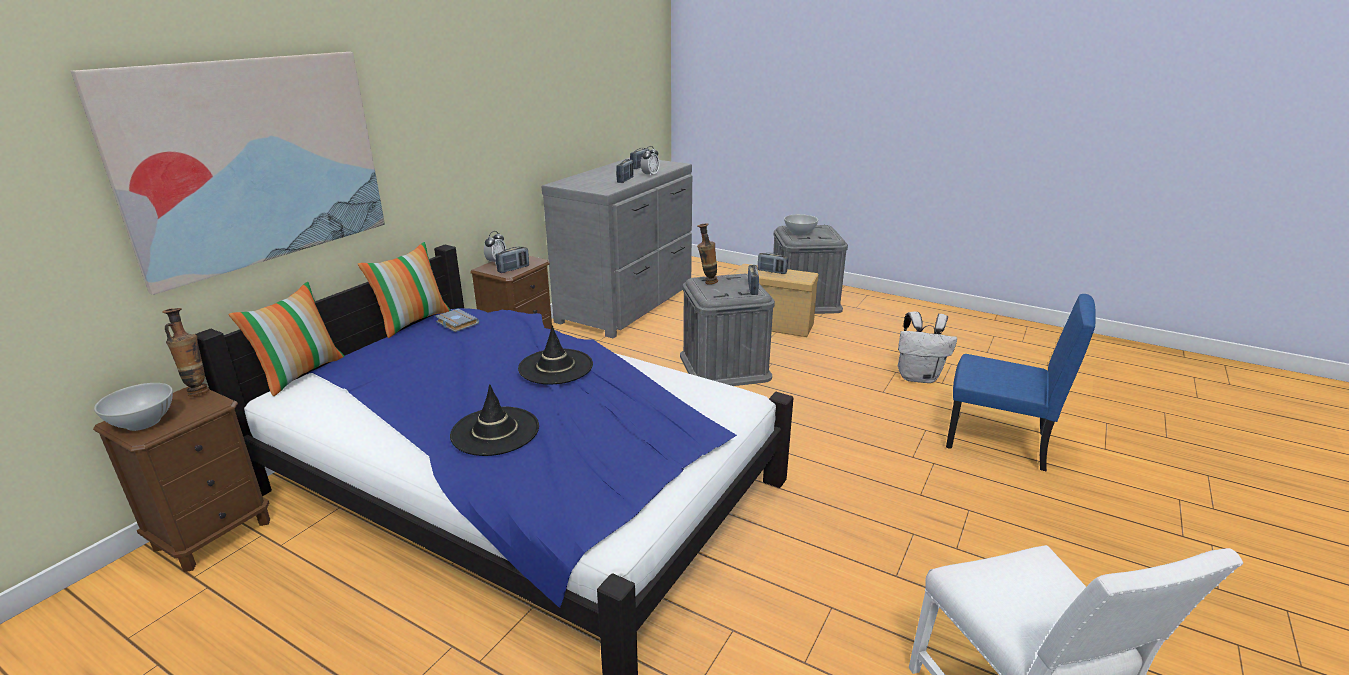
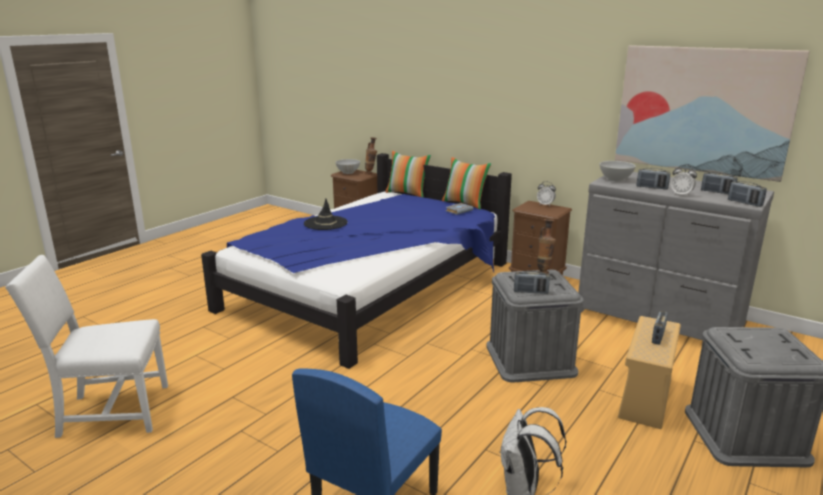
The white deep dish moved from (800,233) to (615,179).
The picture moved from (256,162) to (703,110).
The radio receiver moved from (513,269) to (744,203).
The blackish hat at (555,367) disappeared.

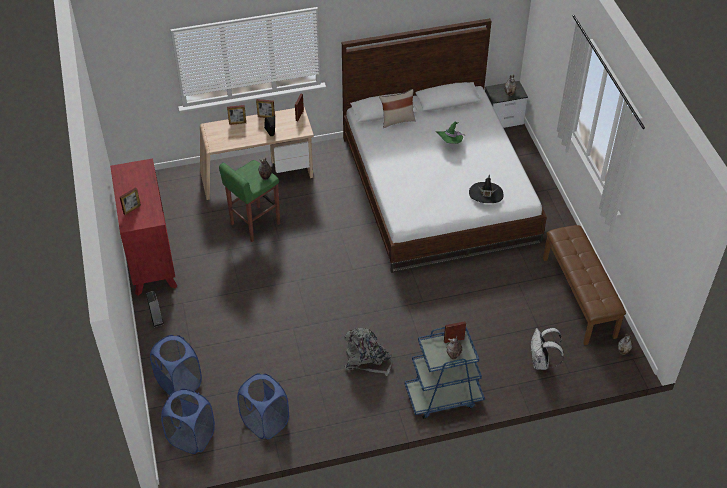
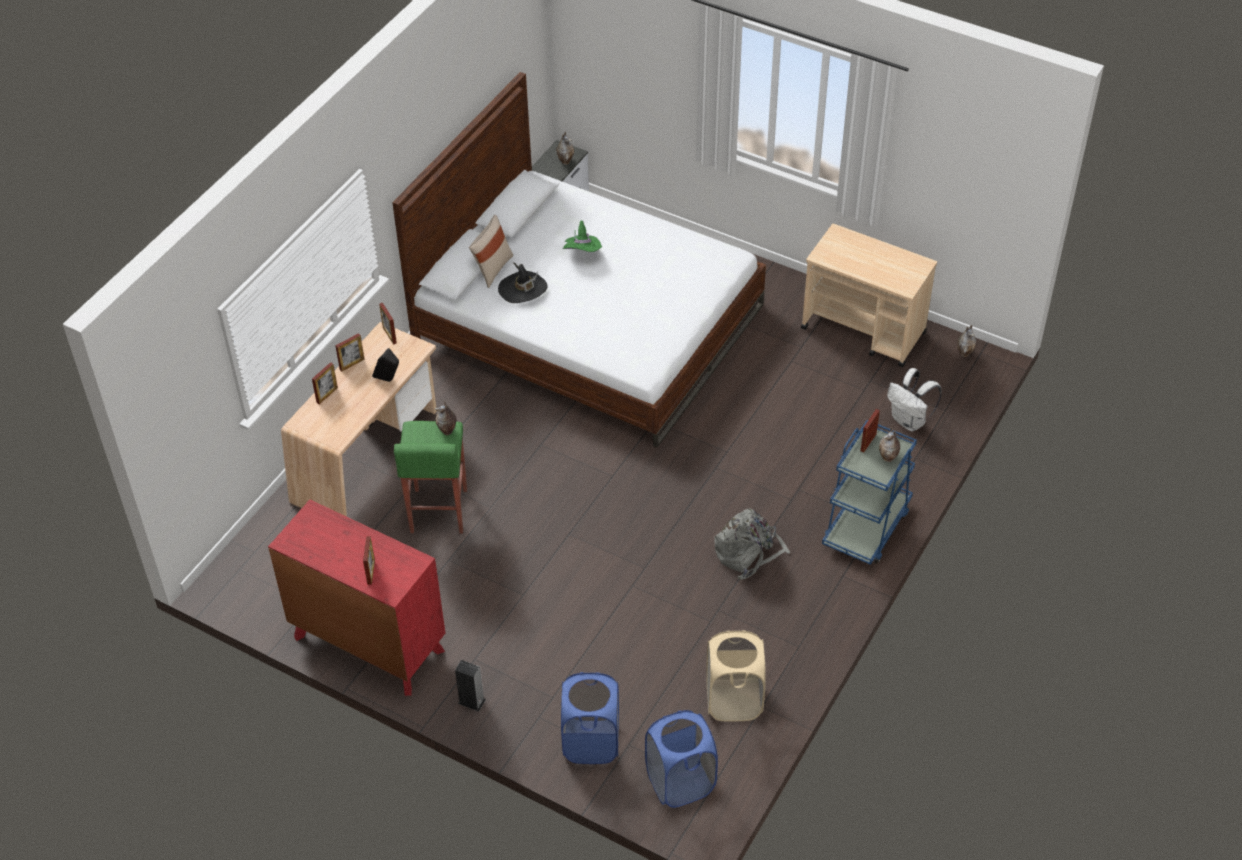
The blackish hat moved from (486,194) to (523,289).
The blue laundry basket at (265,422) became the sand-coloured laundry basket at (733,701).
The brown-coloured bench at (579,297) was replaced by the sand-coloured wheeled cart at (864,331).

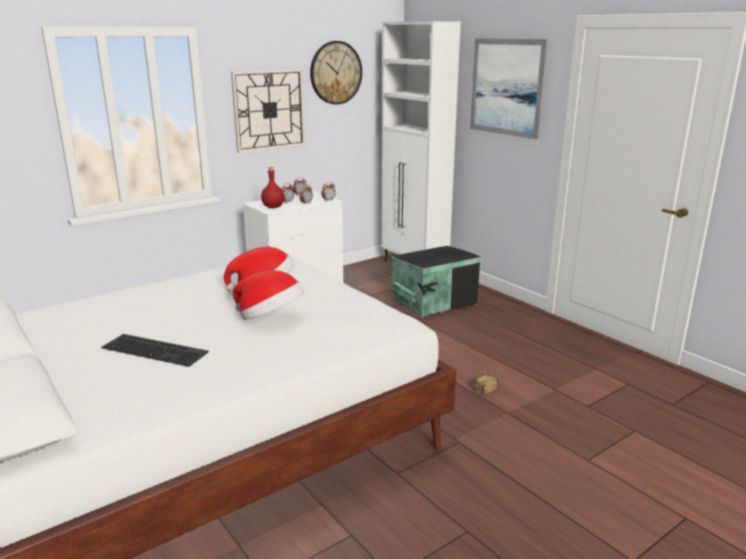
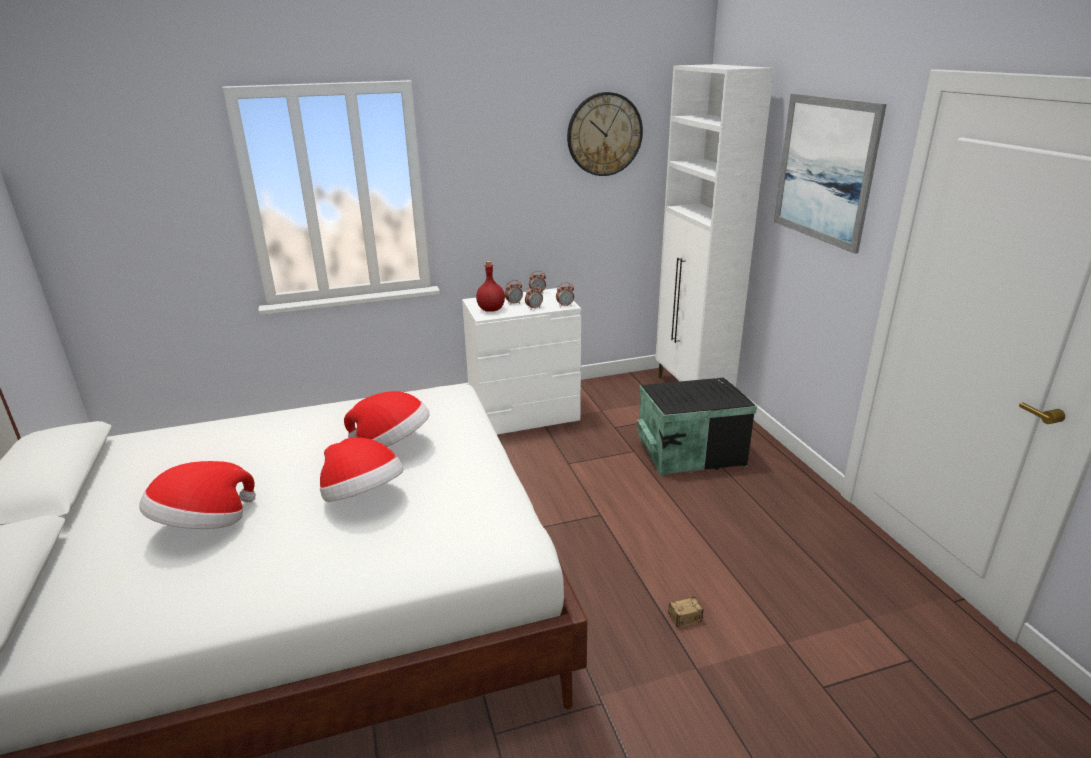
The keyboard at (157,349) was replaced by the hat at (204,525).
The clock on the wall at (269,110) disappeared.

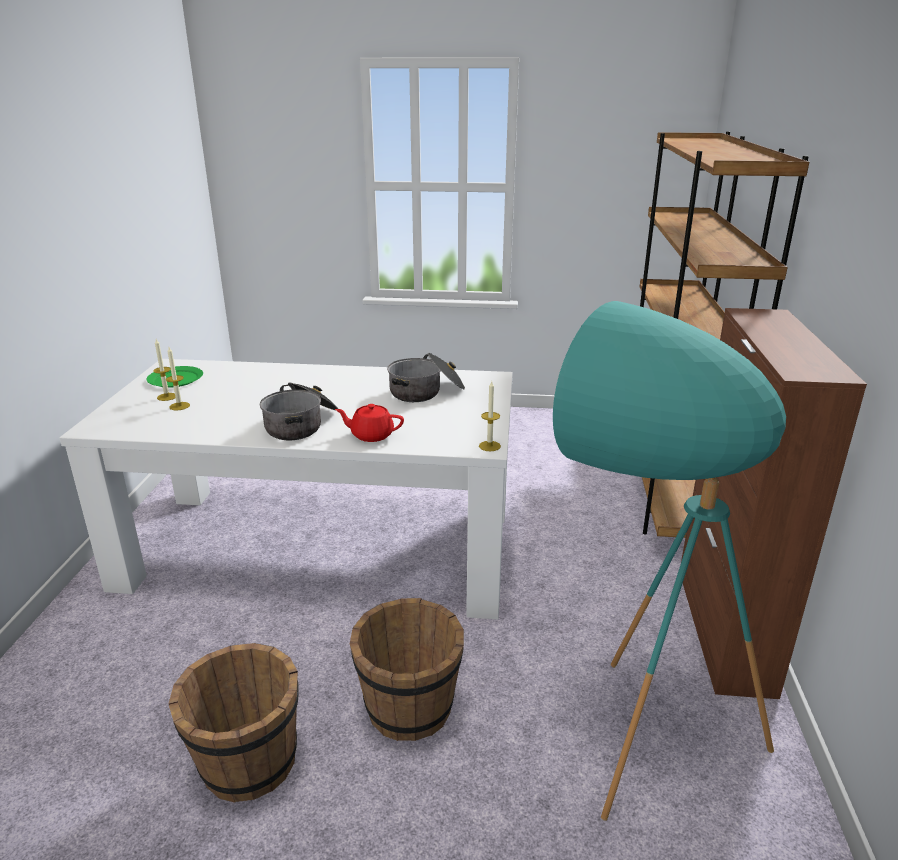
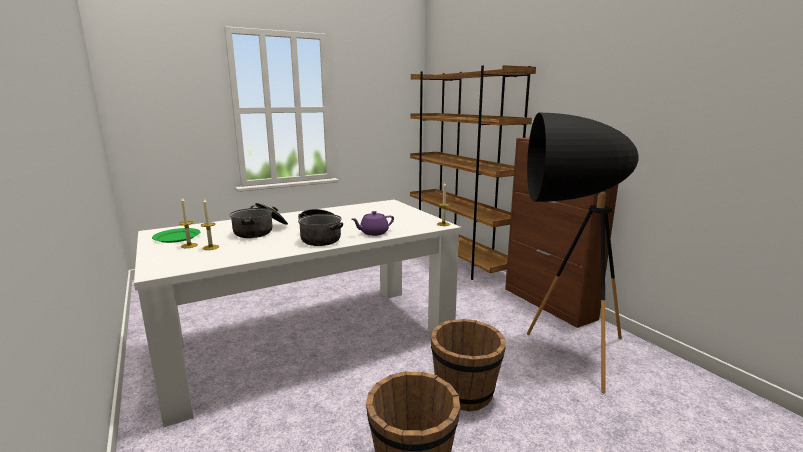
The stockpot moved from (426,392) to (260,231).
The red teapot at (371,435) became the purplish teapot at (373,233).
The blue-green floor lamp at (629,717) became the blackish floor lamp at (560,350).

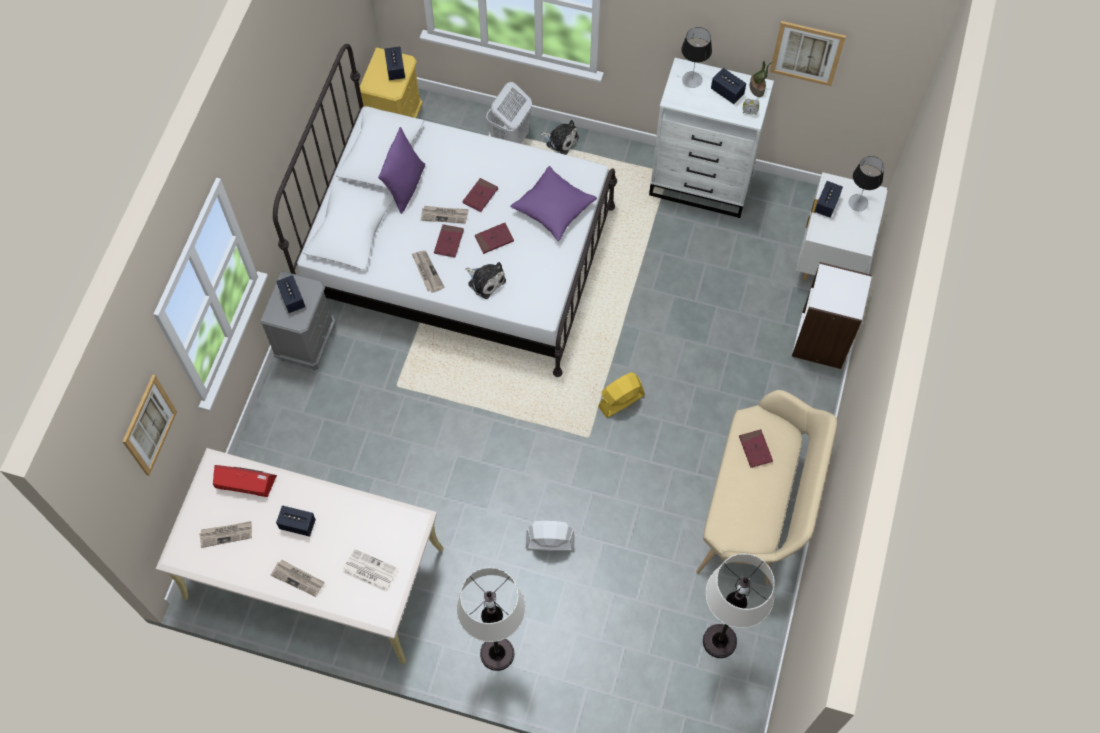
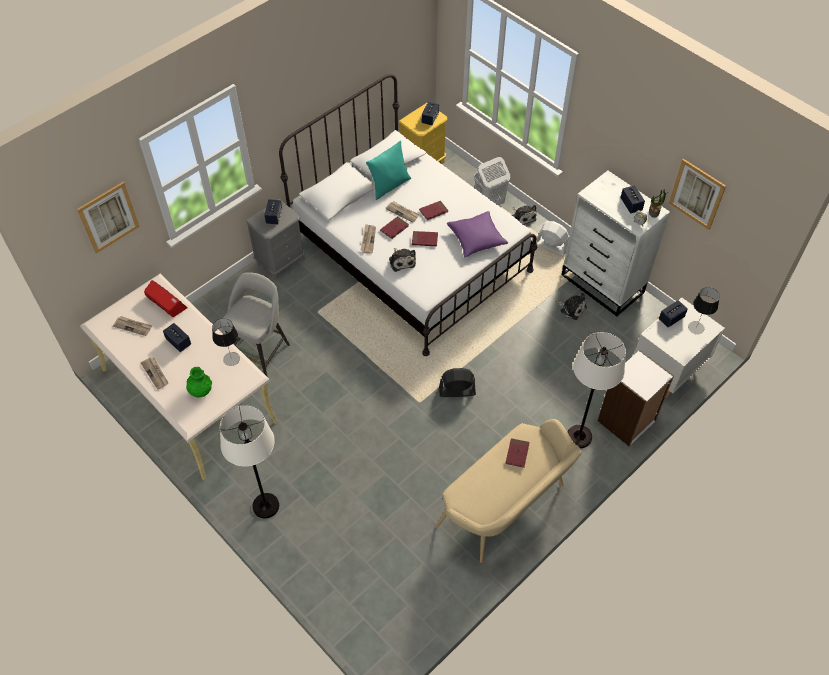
The printed paper at (369,570) was replaced by the greenish vase at (201,391).
The table lamp moved from (692,80) to (231,359).
The grey sitting stool at (260,351) appeared.
The purplish pillow at (404,186) became the blue-green pillow at (389,185).
The yellow electric fan at (621,401) became the blackish electric fan at (457,391).
The white electric fan moved from (549,542) to (551,246).
The soft toy at (572,308) appeared.
The white floor lamp moved from (719,641) to (579,436).

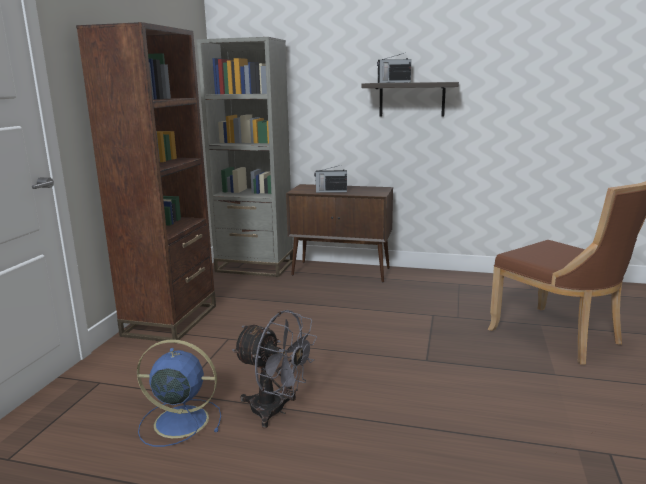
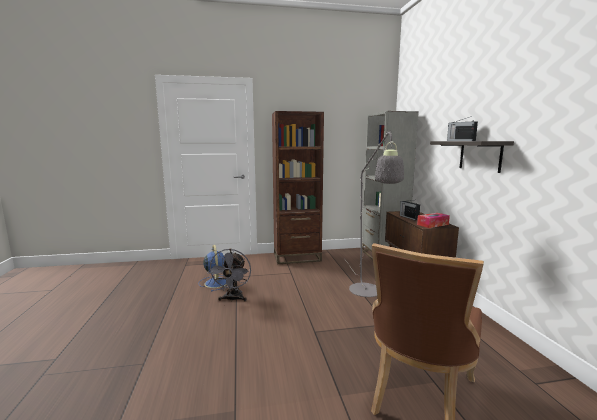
The grey floor lamp at (368,293) appeared.
The tissue holder at (432,224) appeared.

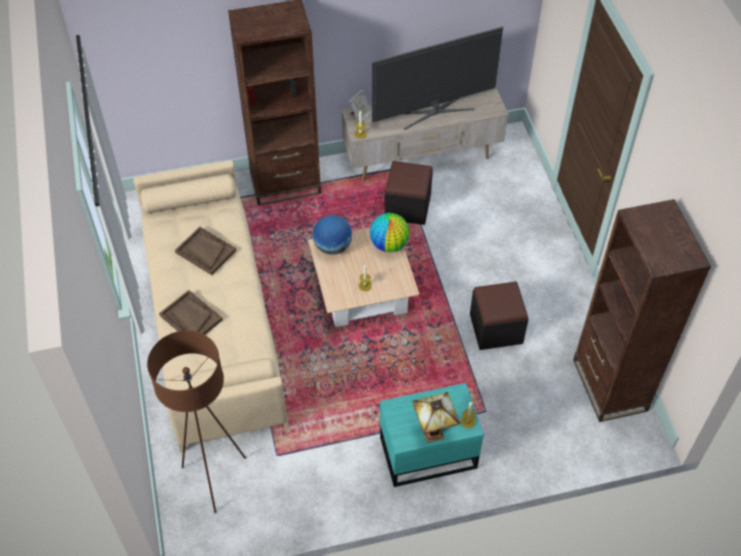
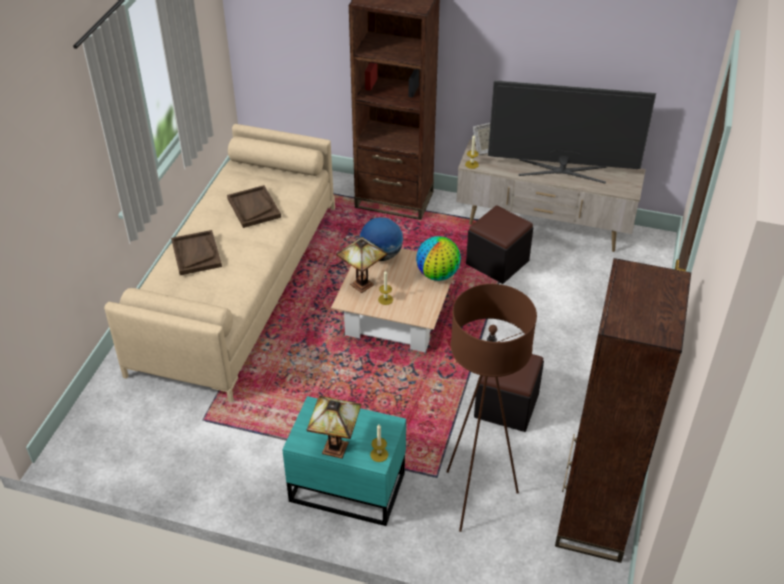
The table lamp at (362,283) appeared.
The brown-coloured floor lamp moved from (215,478) to (476,498).

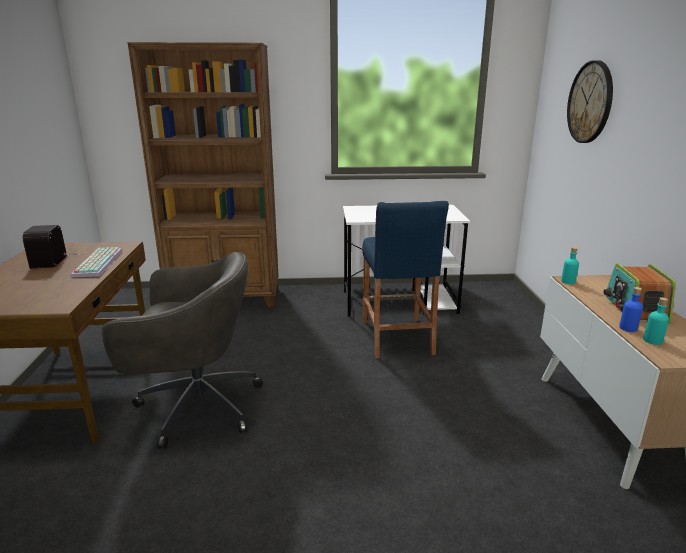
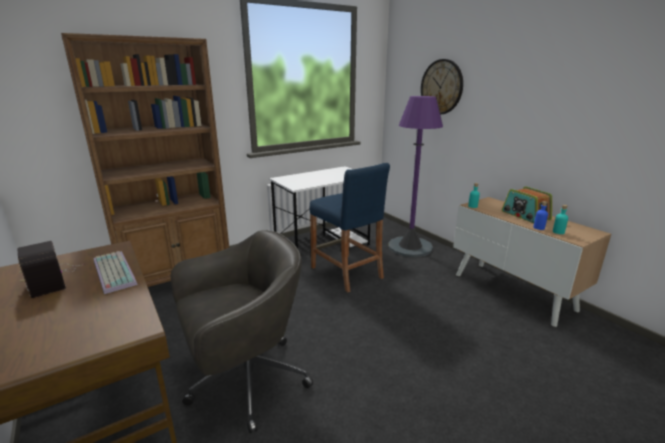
The purplish floor lamp at (410,247) appeared.

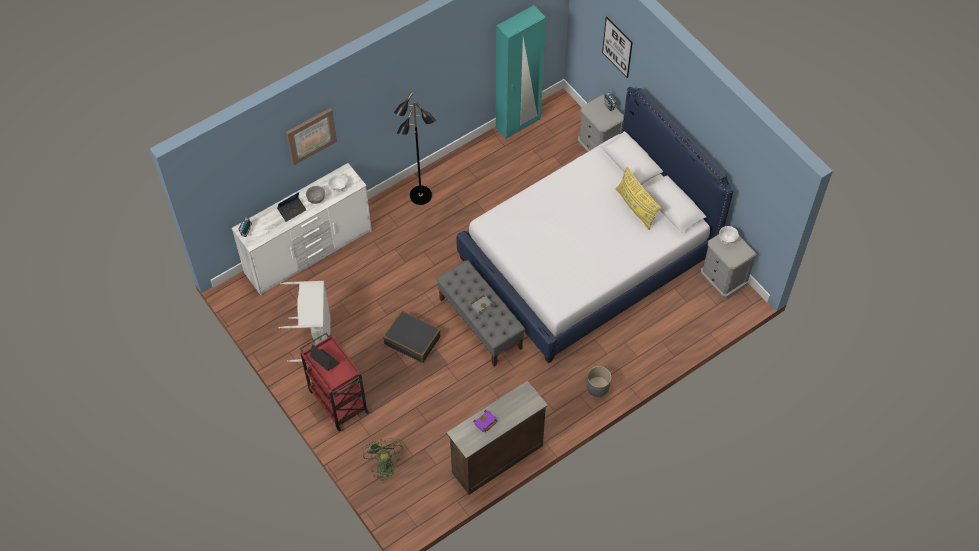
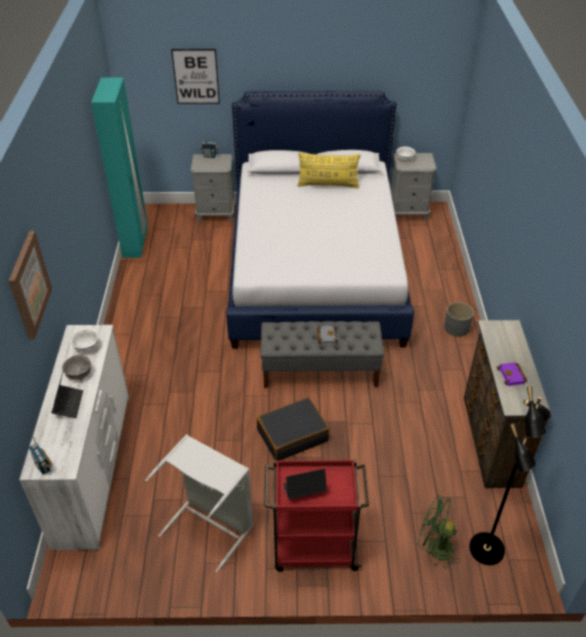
The blackish floor lamp moved from (420,196) to (487,550).

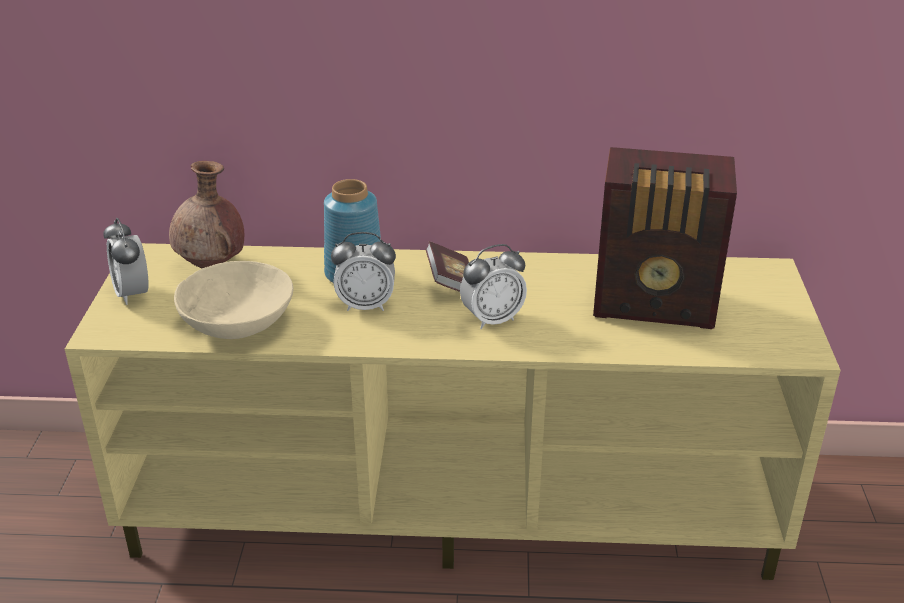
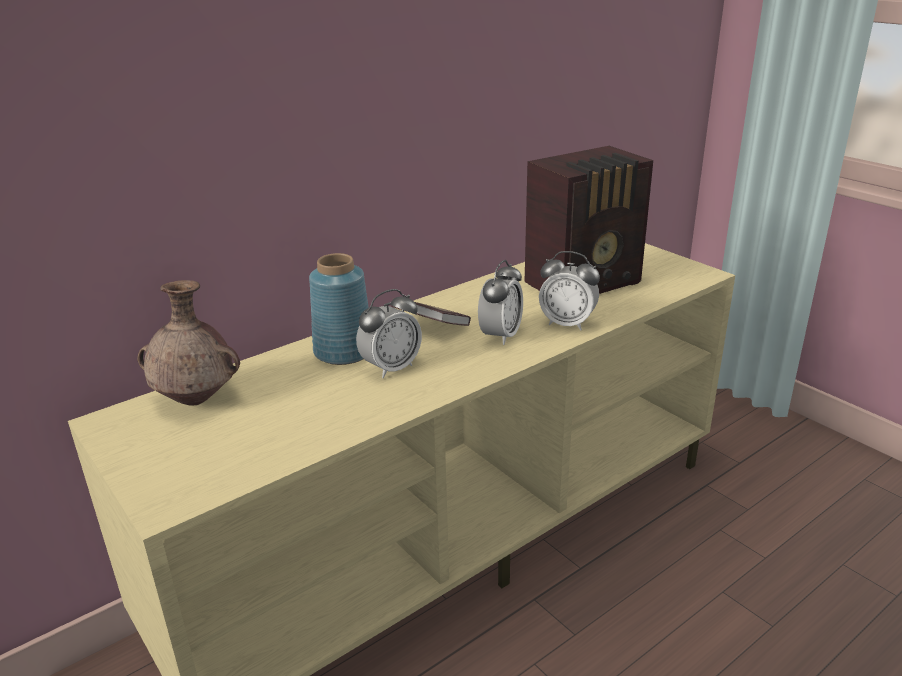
The table clock moved from (132,293) to (567,323).
The sand-coloured deep dish at (237,322) disappeared.

